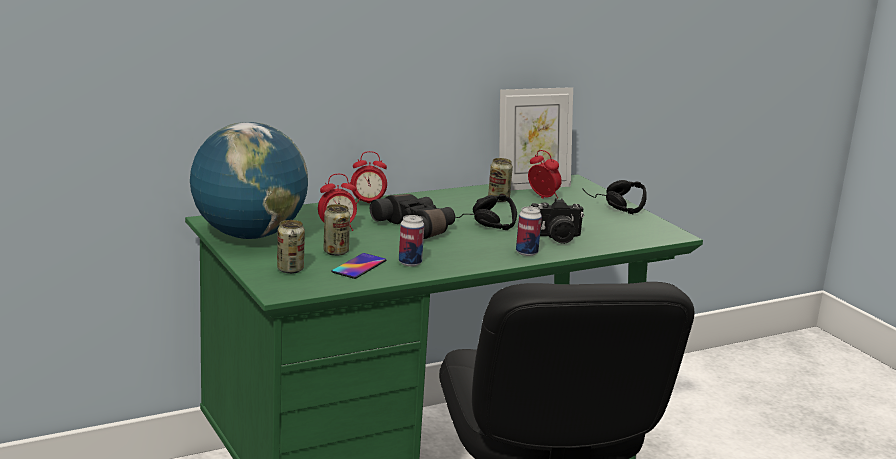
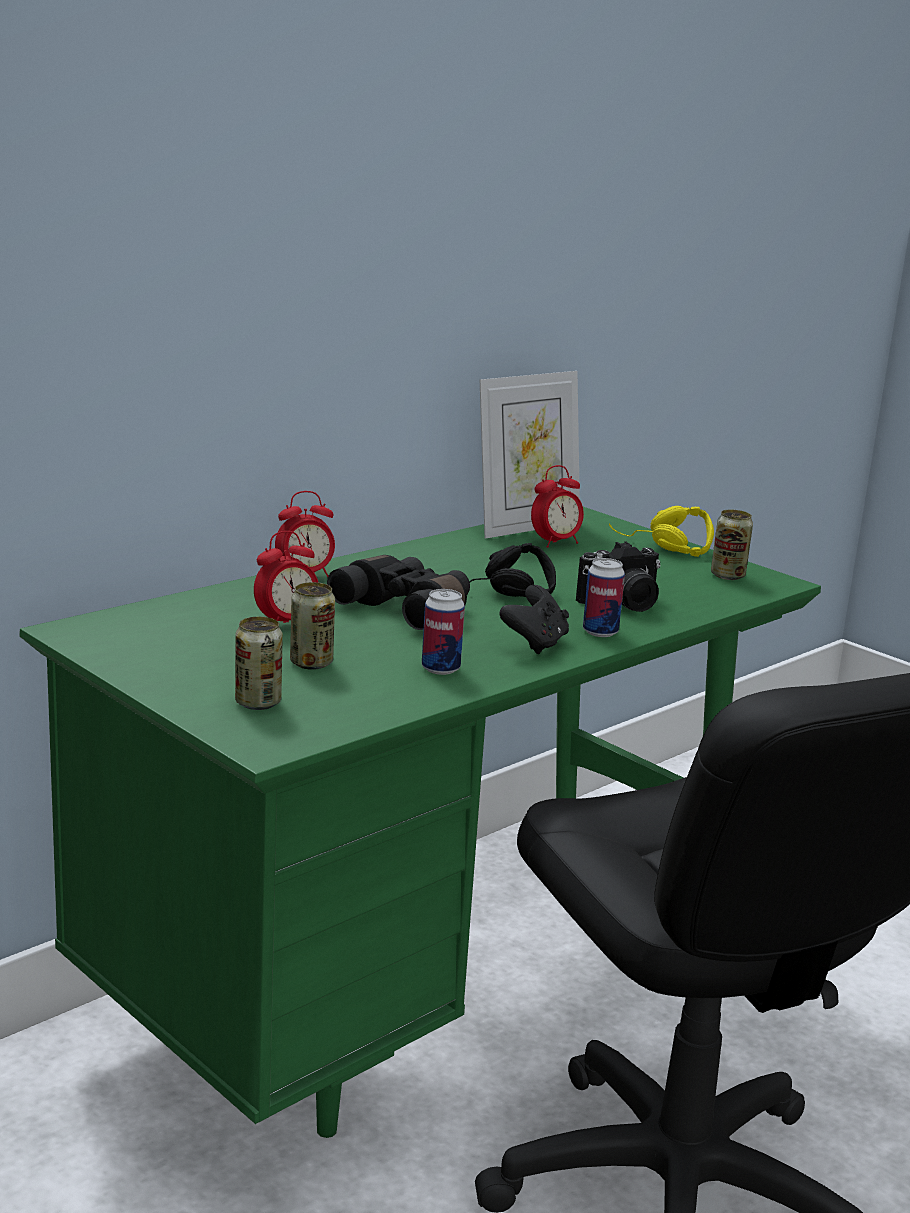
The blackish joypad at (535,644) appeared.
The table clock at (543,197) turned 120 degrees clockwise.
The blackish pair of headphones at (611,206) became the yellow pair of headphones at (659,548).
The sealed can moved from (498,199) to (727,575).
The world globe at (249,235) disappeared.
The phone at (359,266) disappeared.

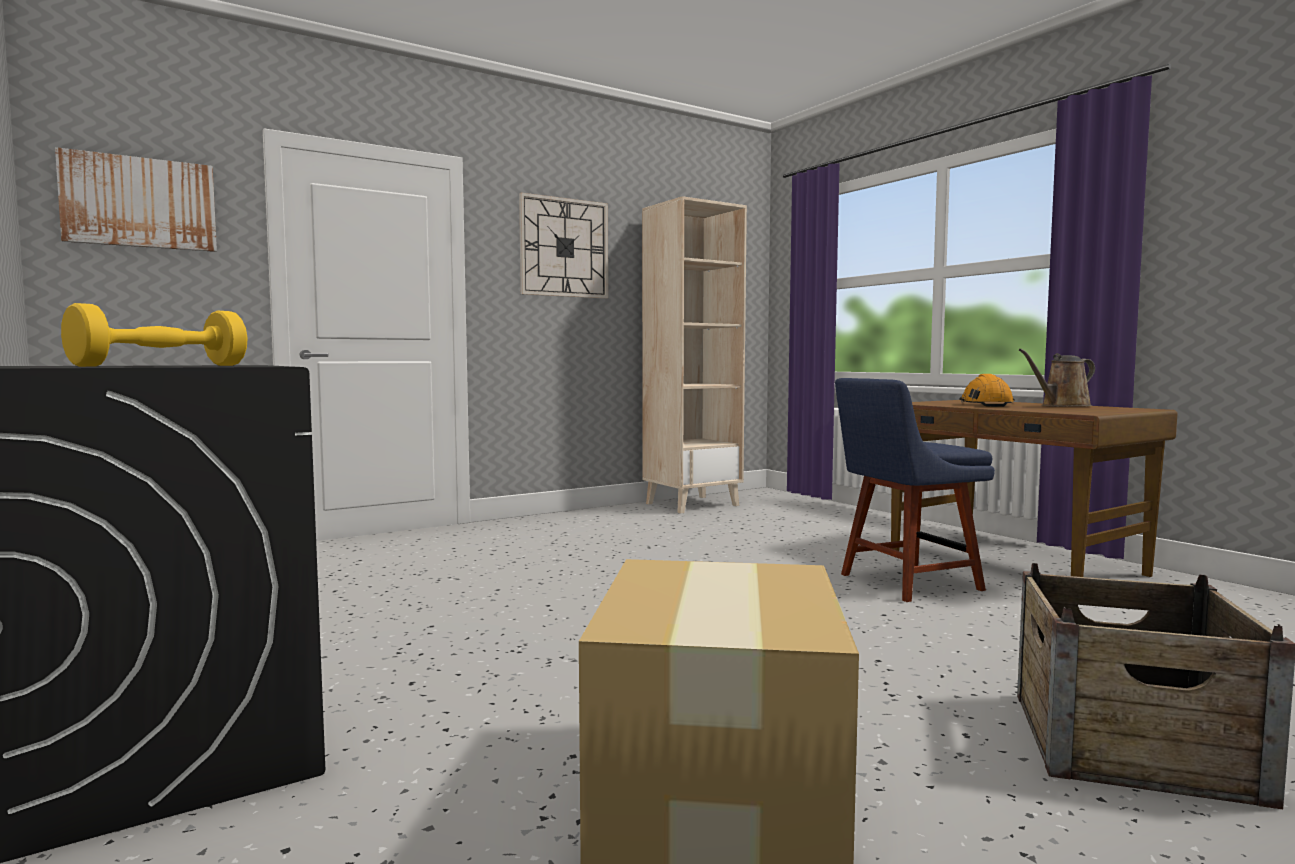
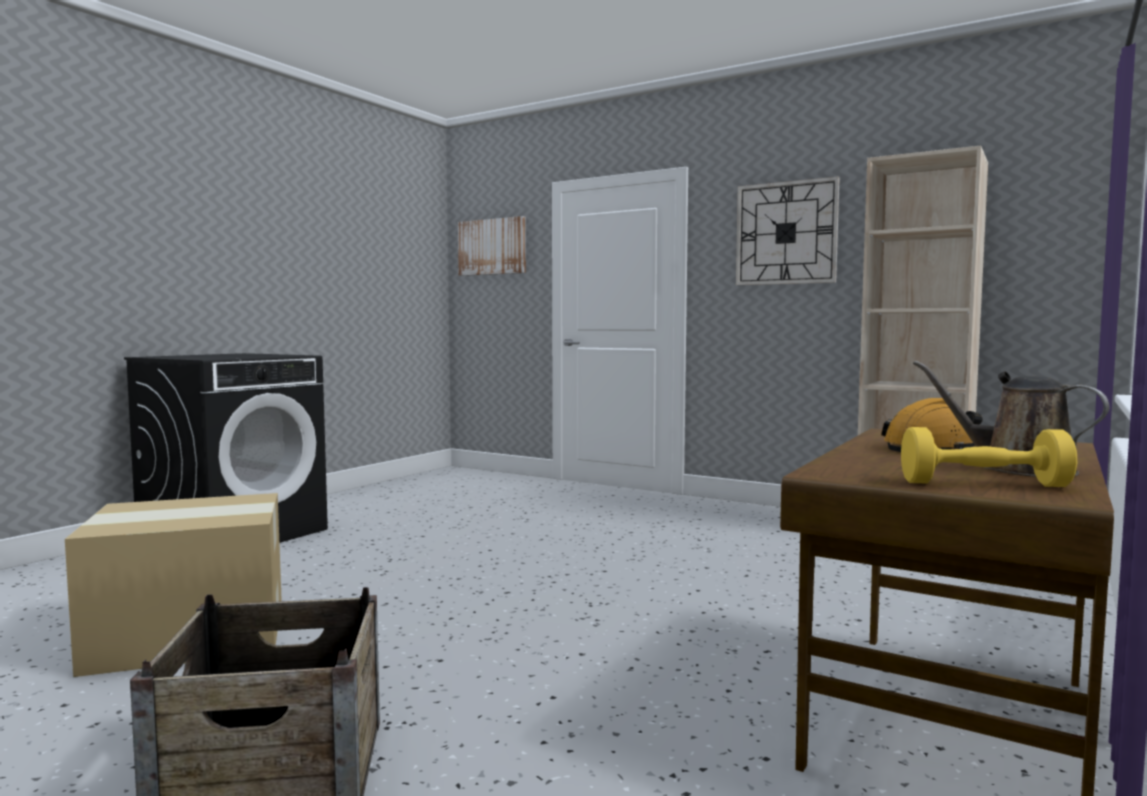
The yellow dumbbell moved from (161,366) to (983,485).
The blue upright chair at (904,583) disappeared.

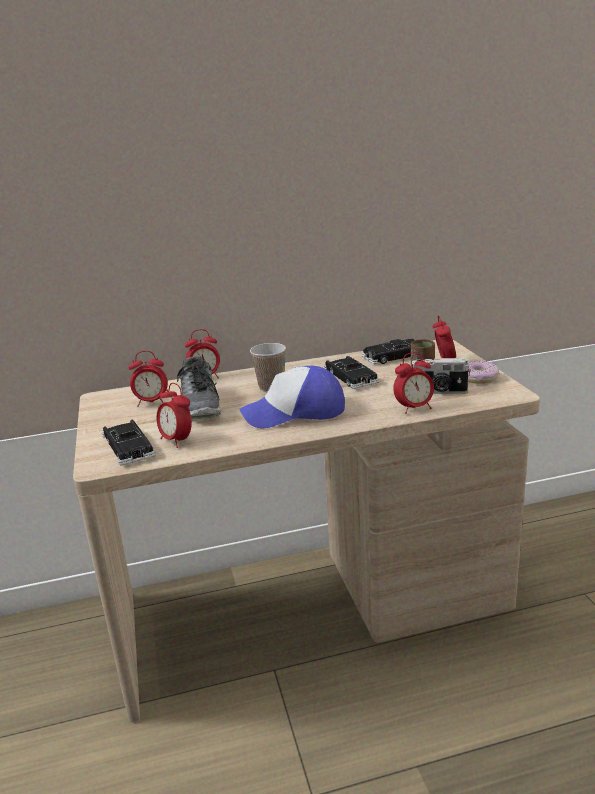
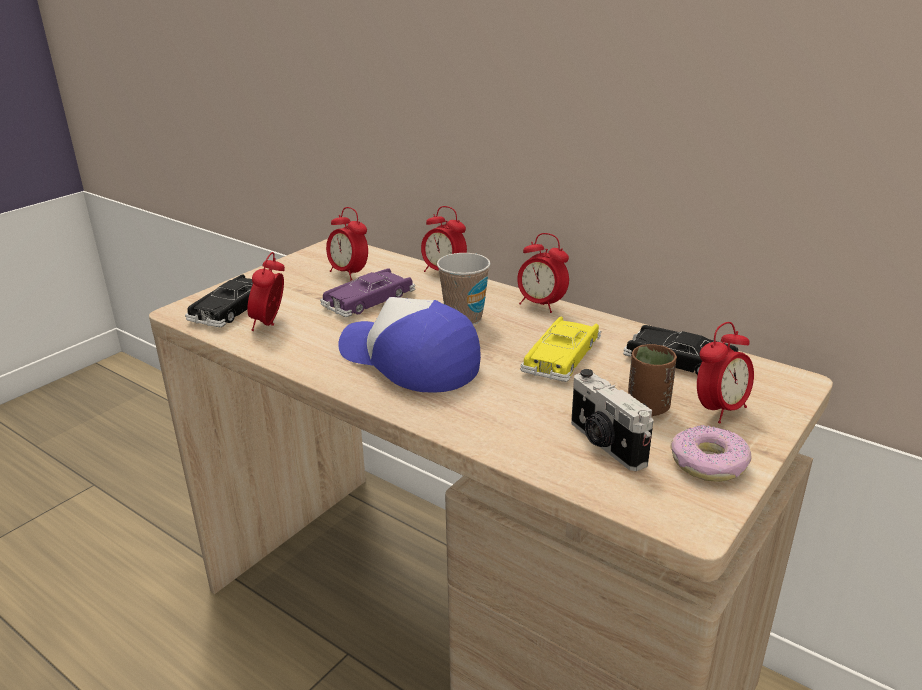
The shoe at (200,405) was replaced by the purplish model car at (369,300).
The table clock moved from (414,408) to (541,305).
The blackish model car at (351,377) became the yellow model car at (561,356).

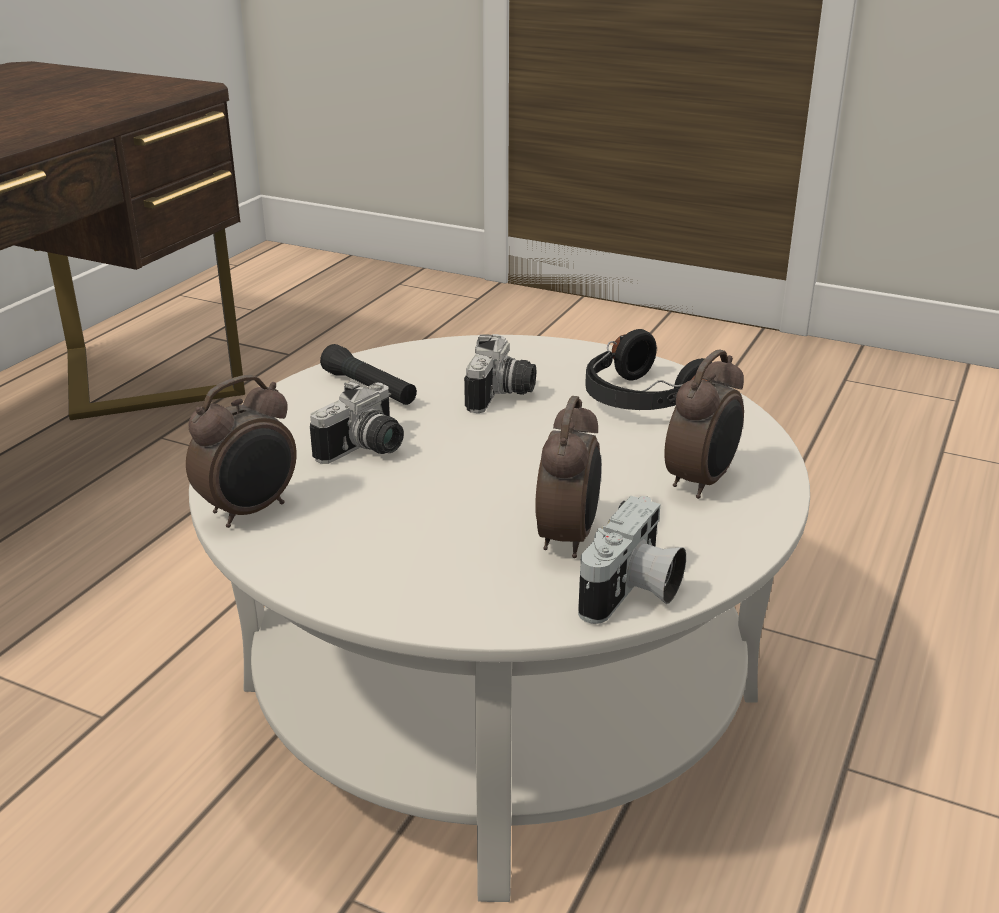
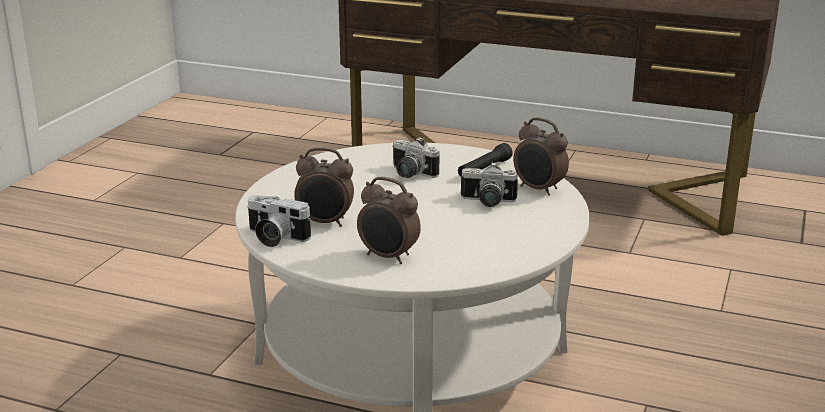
The table clock moved from (251,511) to (538,189).
The blackish pair of headphones at (641,400) disappeared.

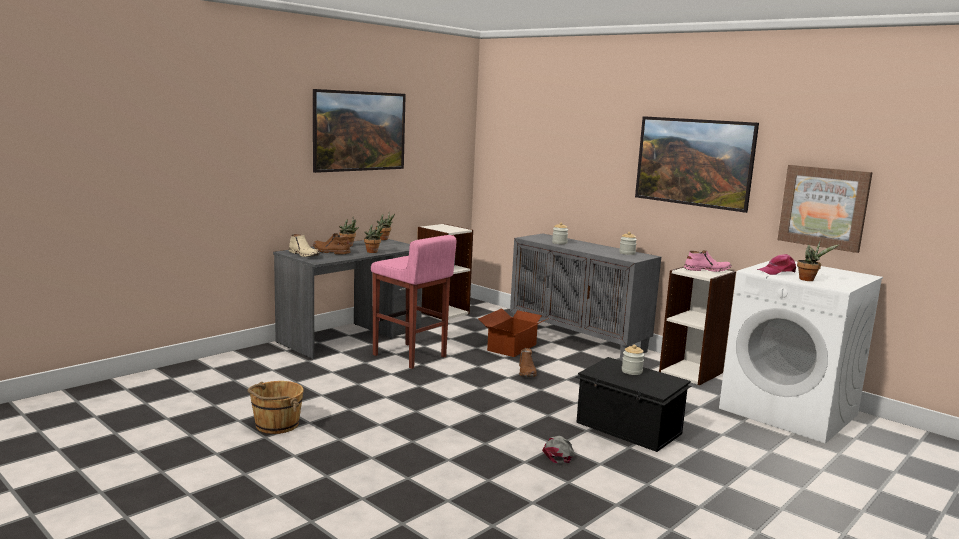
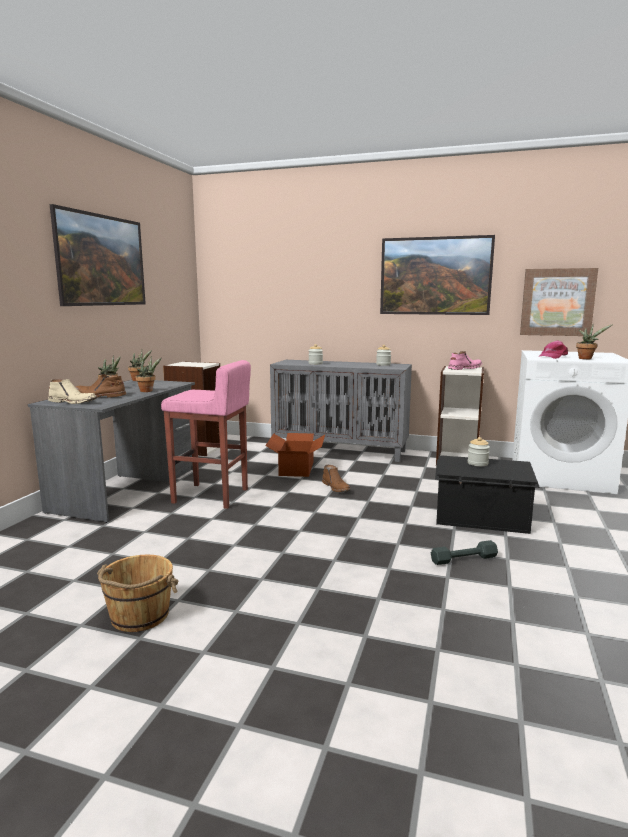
The grey peaked cap at (559,454) was replaced by the grey dumbbell at (464,559).

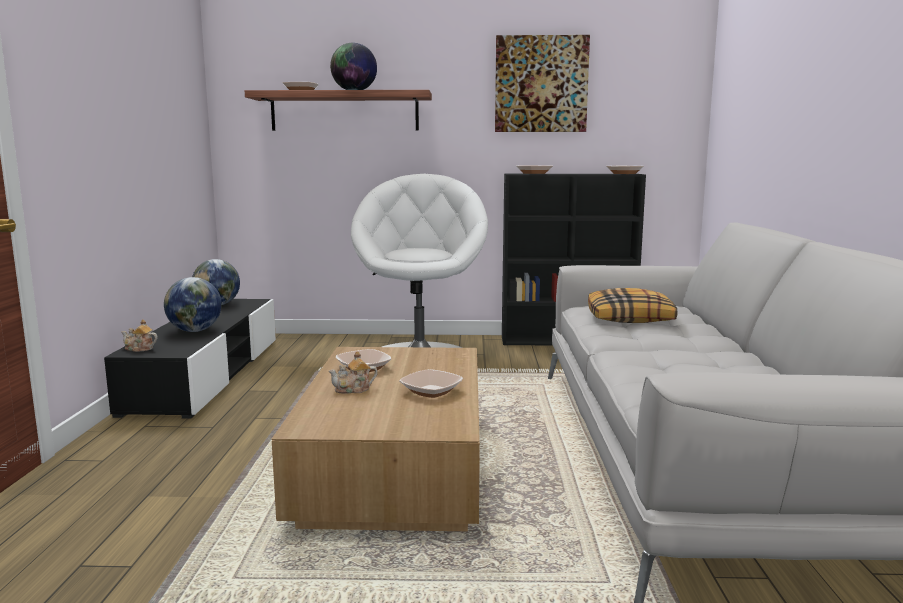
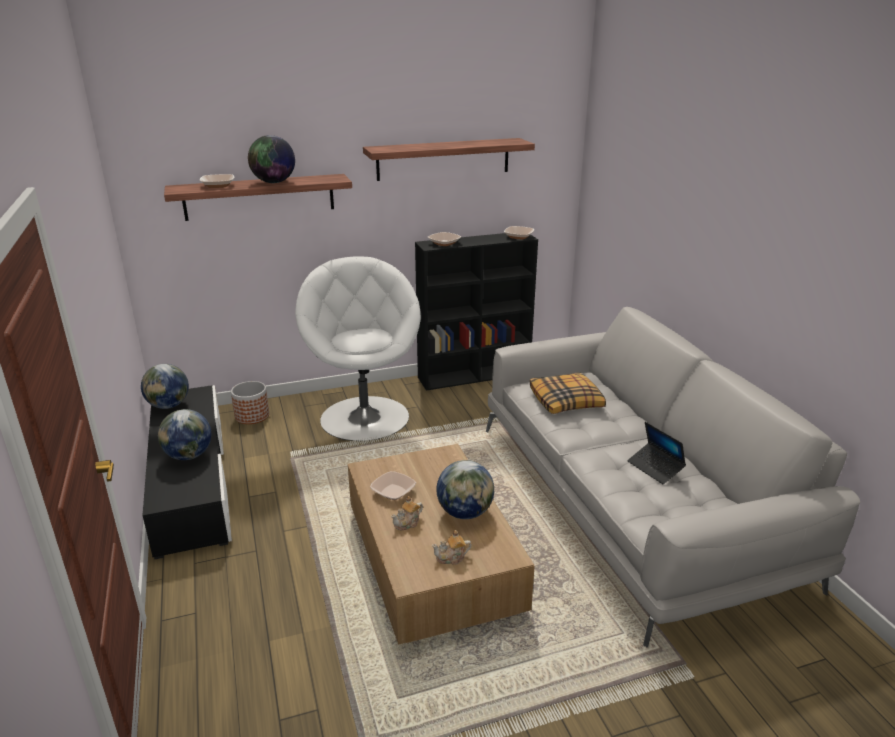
The flower pot at (252,416) appeared.
The picture at (541,84) was replaced by the wall shelf at (443,159).
The teapot moved from (139,349) to (451,558).
The deep dish at (431,391) was replaced by the world globe at (465,512).
The laptop at (655,468) appeared.

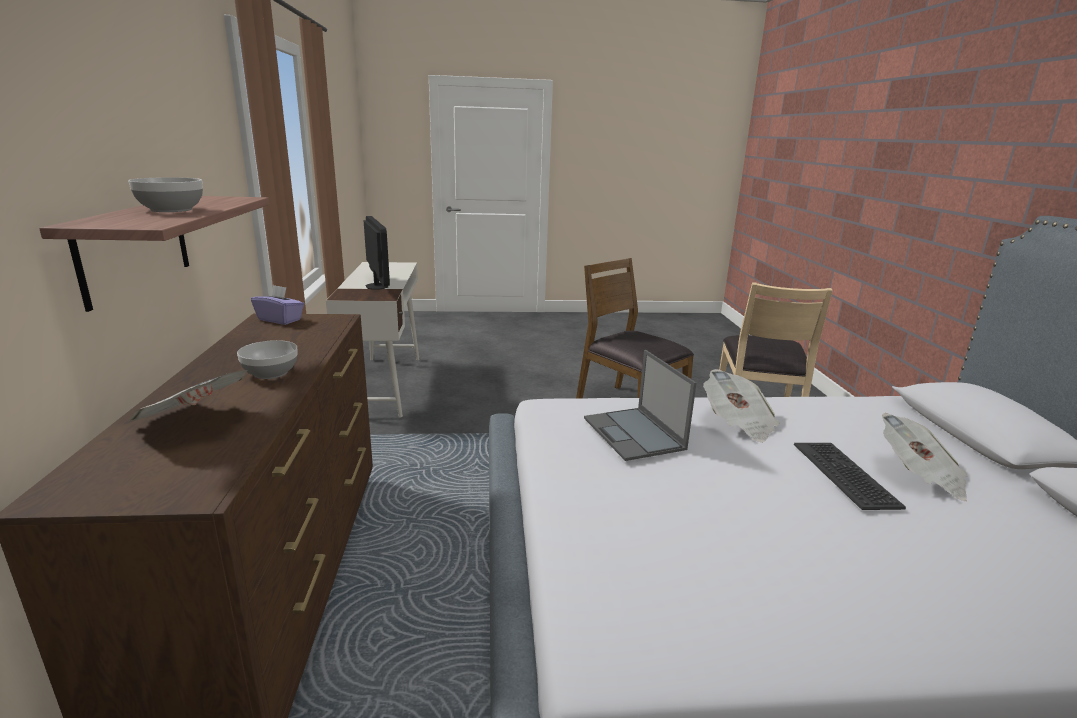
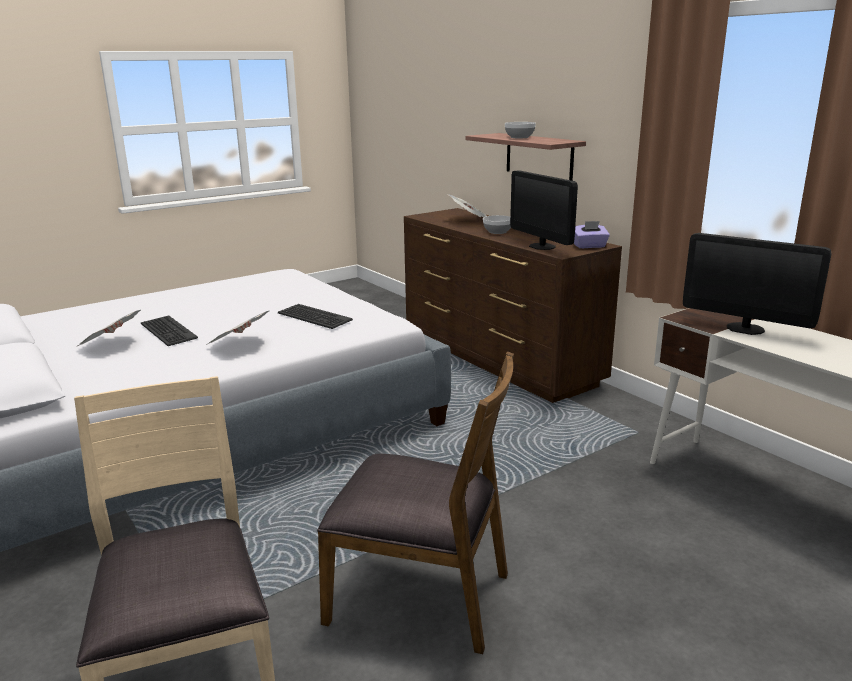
The laptop at (634,434) was replaced by the keyboard at (314,317).
The monitor at (542,246) appeared.

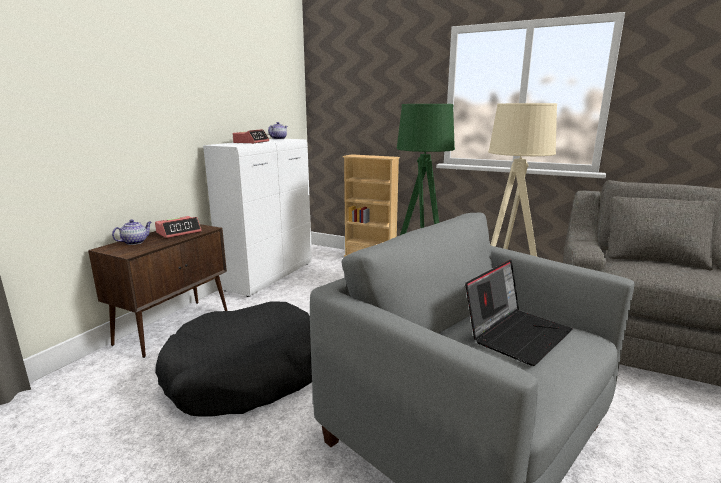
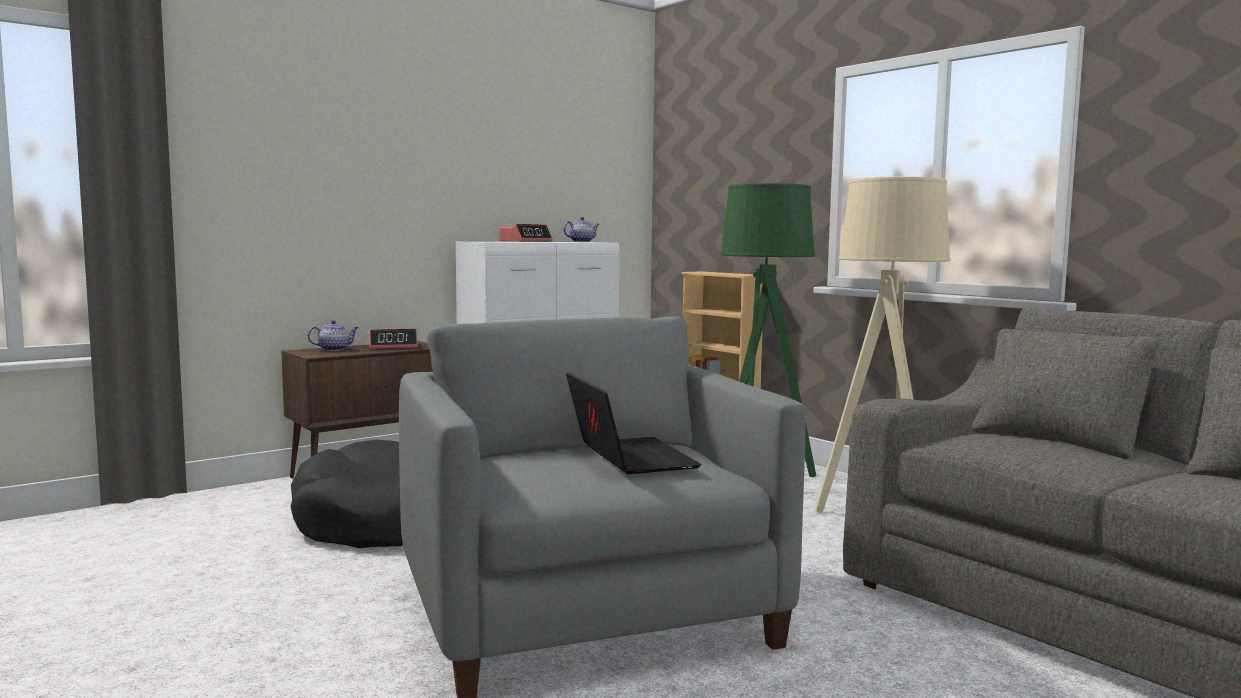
The laptop at (516,333) turned 90 degrees counterclockwise.

